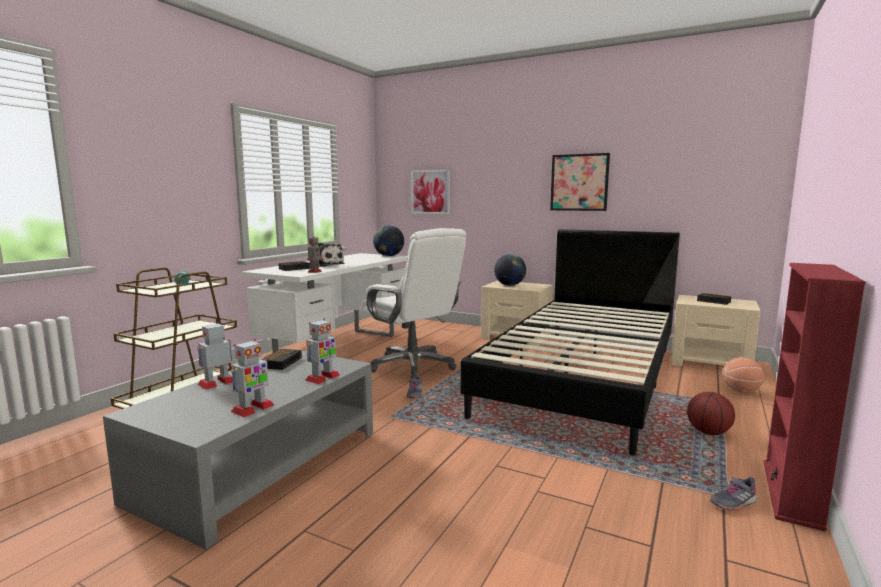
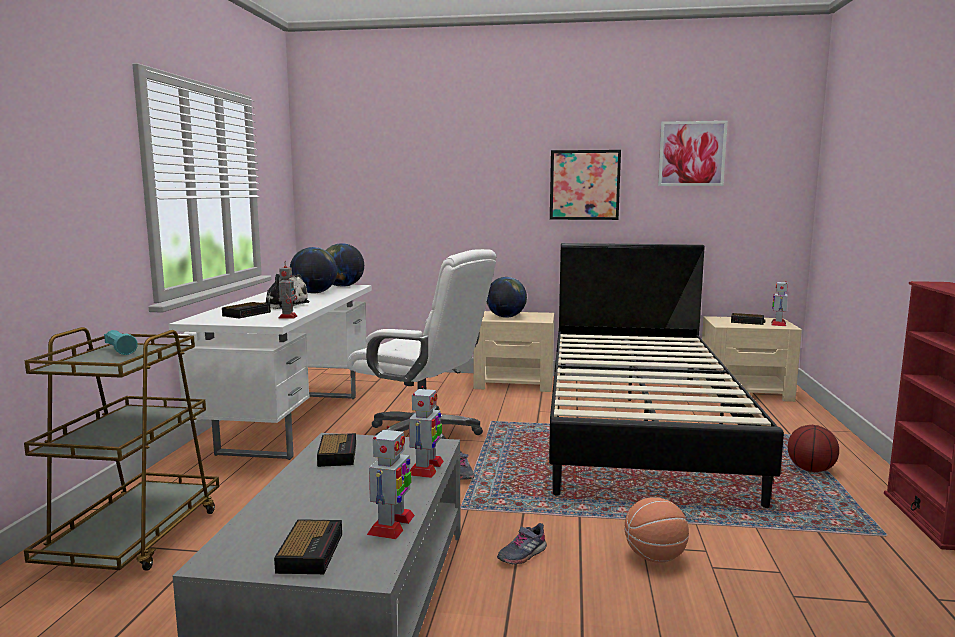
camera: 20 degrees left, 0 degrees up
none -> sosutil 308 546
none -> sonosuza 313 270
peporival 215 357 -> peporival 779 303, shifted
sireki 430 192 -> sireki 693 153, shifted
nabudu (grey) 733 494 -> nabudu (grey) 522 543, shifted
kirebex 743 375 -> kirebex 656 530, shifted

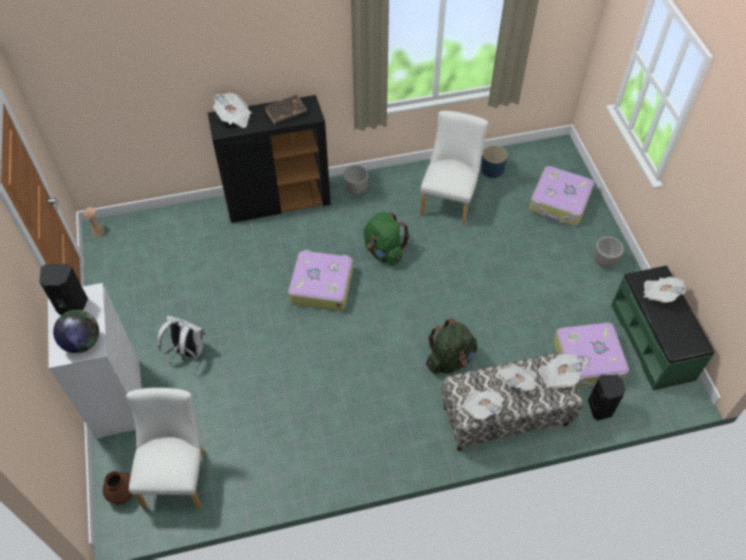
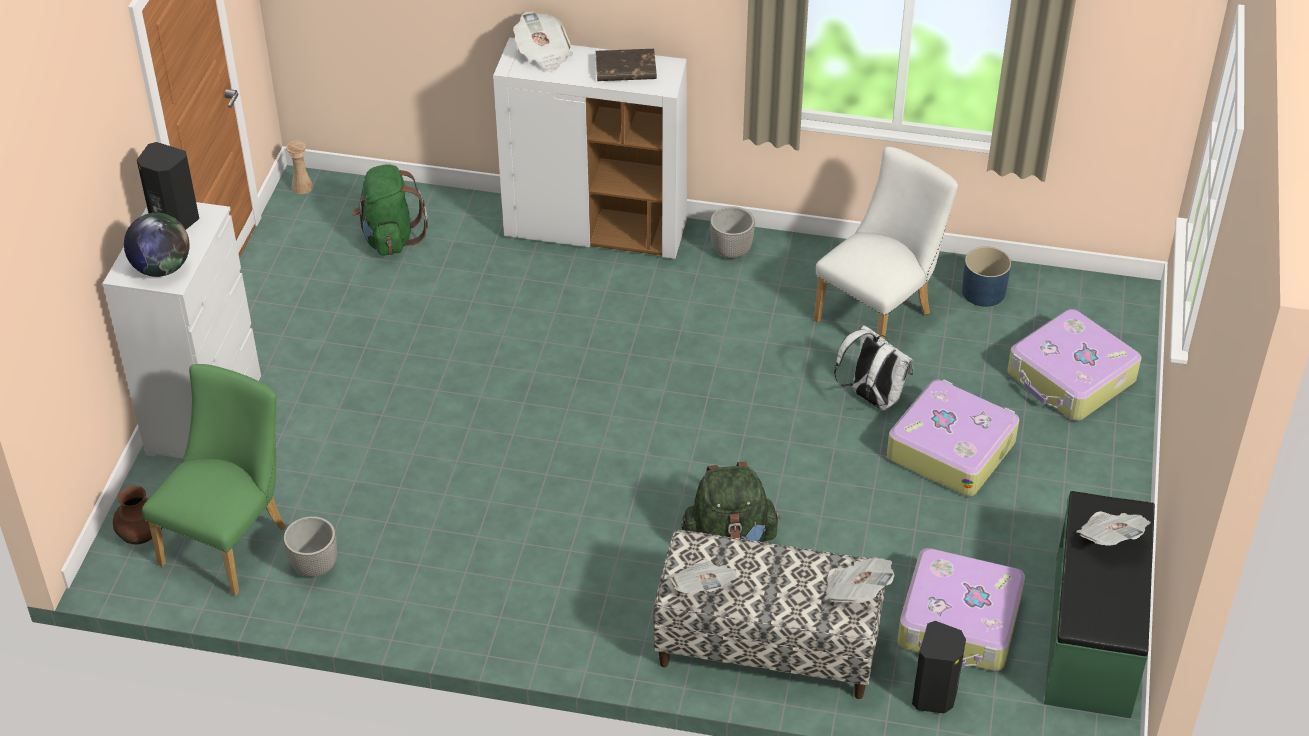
camera: 25 degrees right, 10 degrees down
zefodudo 518 377 -> none
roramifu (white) 181 338 -> roramifu (white) 873 367, shifted
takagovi 320 280 -> takagovi 953 437, shifted
roramifu (green) 387 238 -> roramifu (green) 390 210, shifted
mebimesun 609 252 -> mebimesun 310 546, shifted
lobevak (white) 166 449 -> lobevak (green) 214 480
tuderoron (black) 269 159 -> tuderoron (white) 590 148

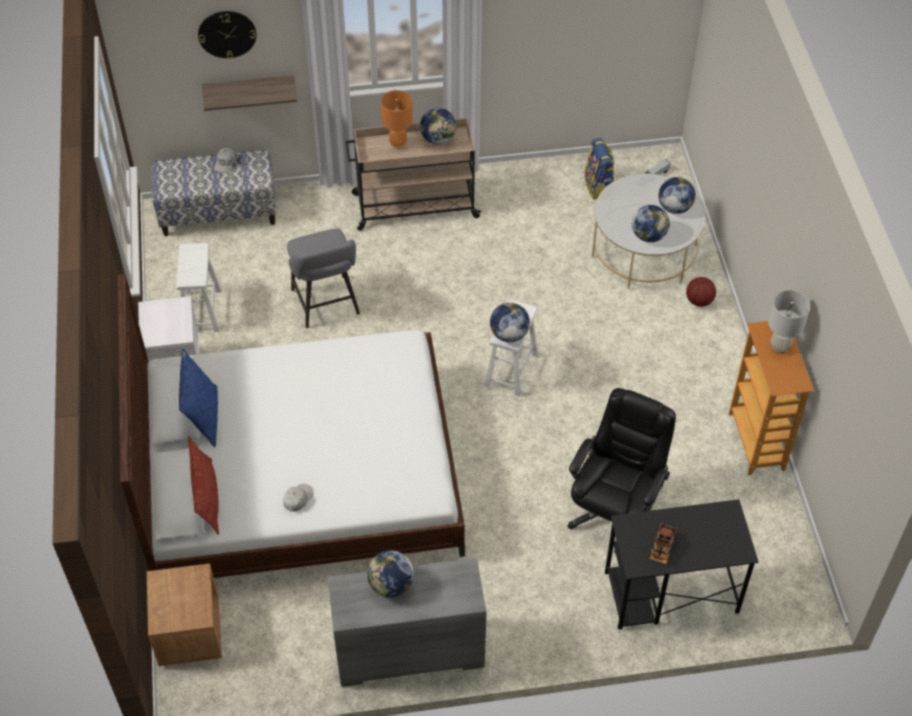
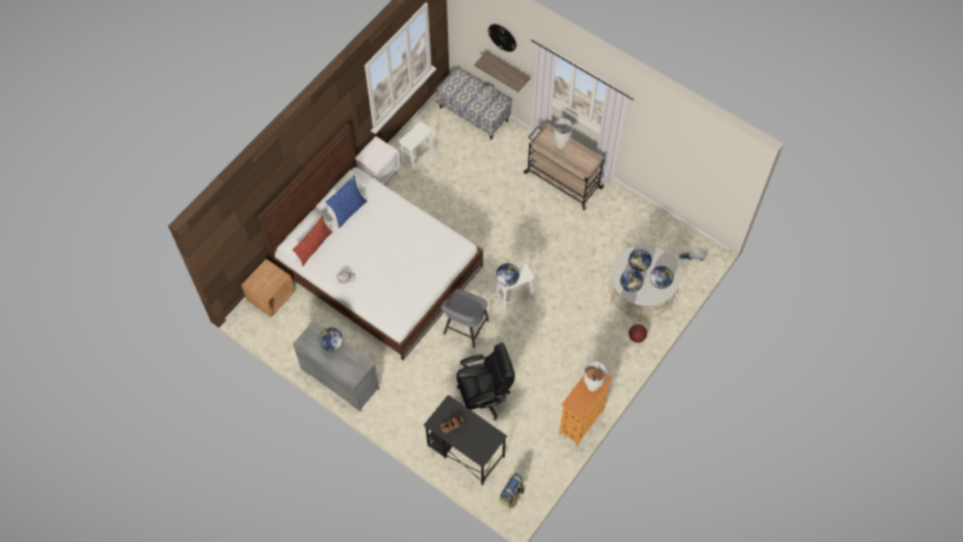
camera: 45 degrees right, 10 degrees up
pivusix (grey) 323 278 -> pivusix (grey) 465 318, shifted
sonosuza 438 126 -> sonosuza 640 260, shifted
roramifu 599 169 -> roramifu 512 490, shifted
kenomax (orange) 397 119 -> kenomax (white) 563 134

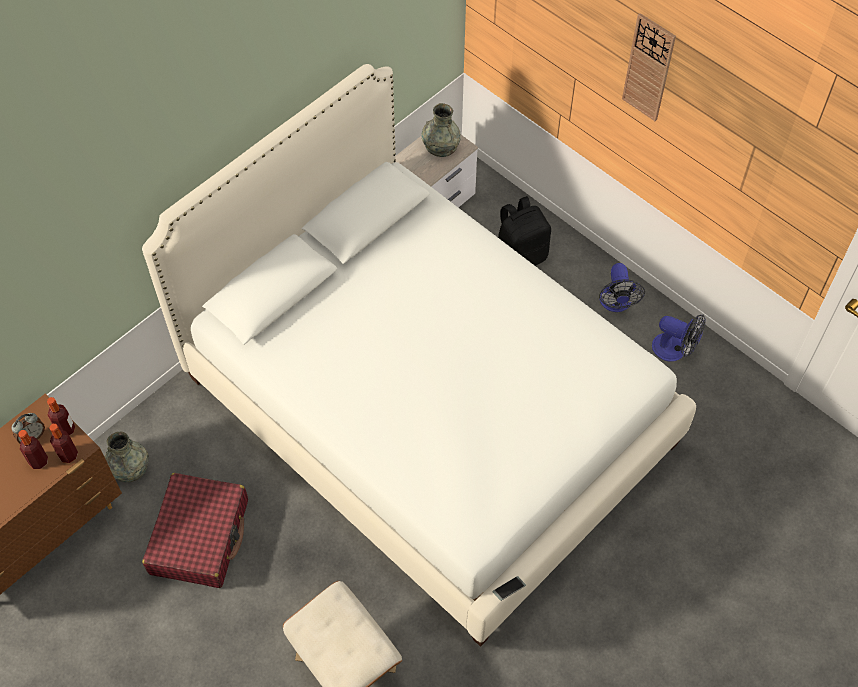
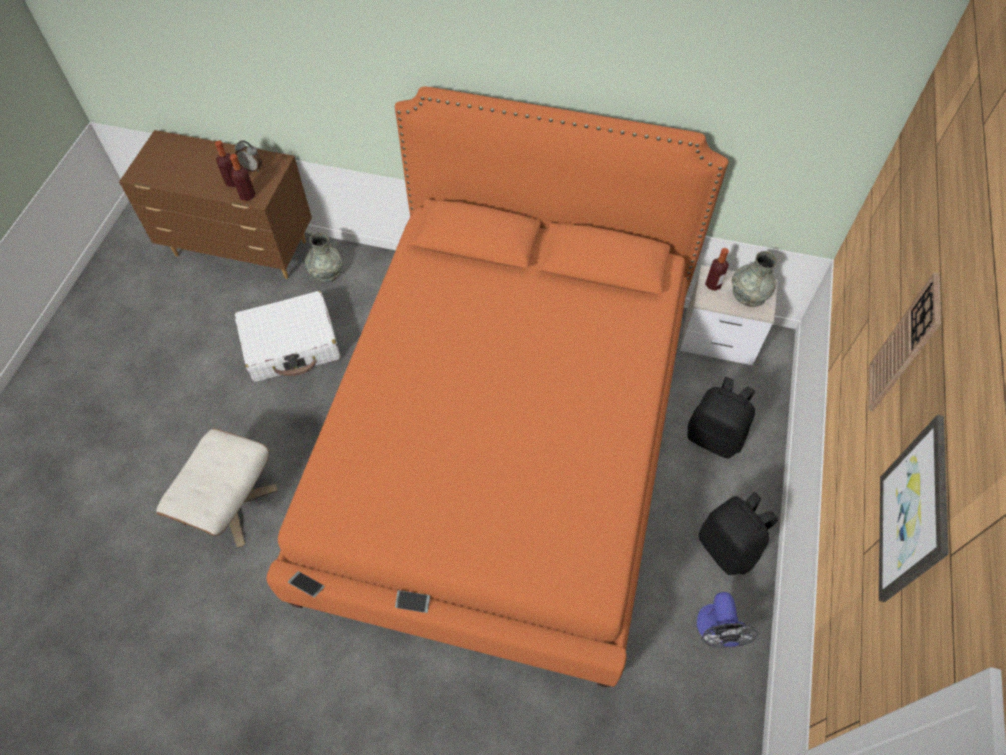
camera: 60 degrees right, 0 degrees up
none -> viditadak 412 601
none -> sireki 914 508
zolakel 61 416 -> zolakel 717 269, shifted
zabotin 622 287 -> roramifu (black) 738 533
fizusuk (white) 419 355 -> fizusuk (orange) 498 386
takagovi (red) 195 530 -> takagovi (white) 287 336

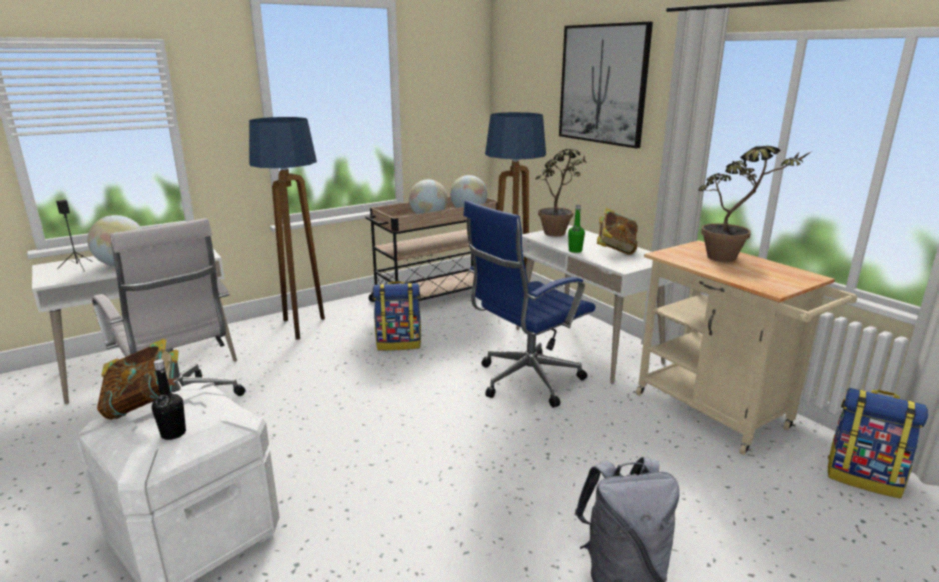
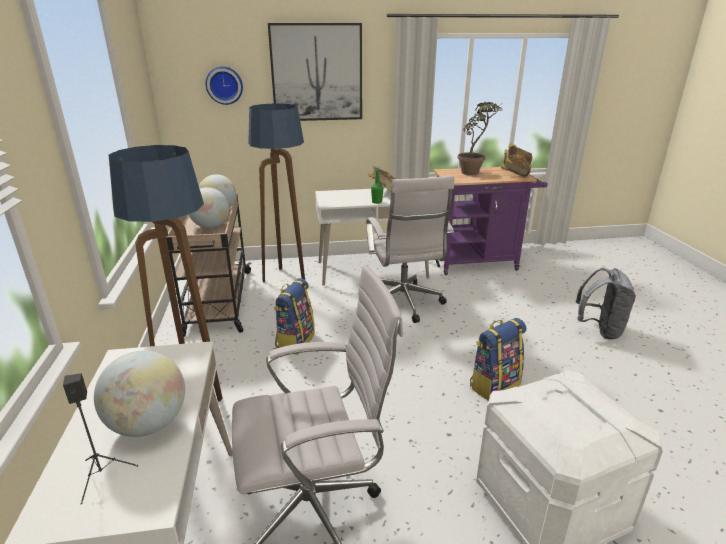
camera: 65 degrees left, 5 degrees up
zolakel (black) 169 399 -> none
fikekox 561 192 -> none
none -> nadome 224 85
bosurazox 138 378 -> bosurazox 516 160, shifted
roramifu 878 443 -> roramifu 498 359, shifted
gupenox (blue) 529 304 -> gupenox (white) 410 249
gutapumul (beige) 746 347 -> gutapumul (purple) 490 221

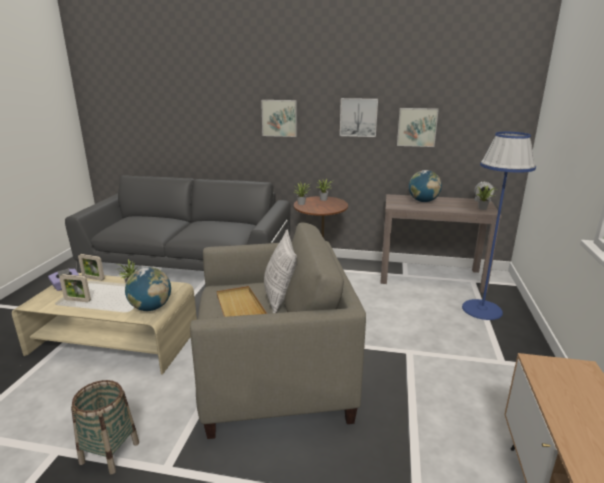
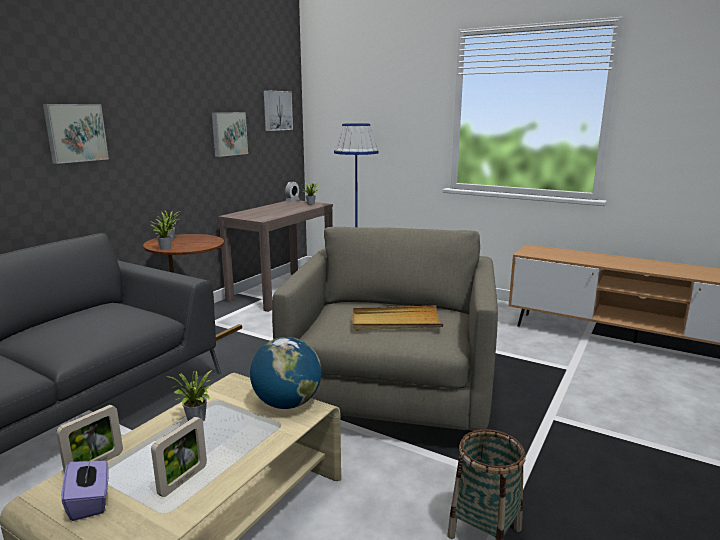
camera: 70 degrees left, 5 degrees down
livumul 280 271 -> none
sonosuza 425 186 -> none
sireki 359 117 -> sireki 278 110, shifted

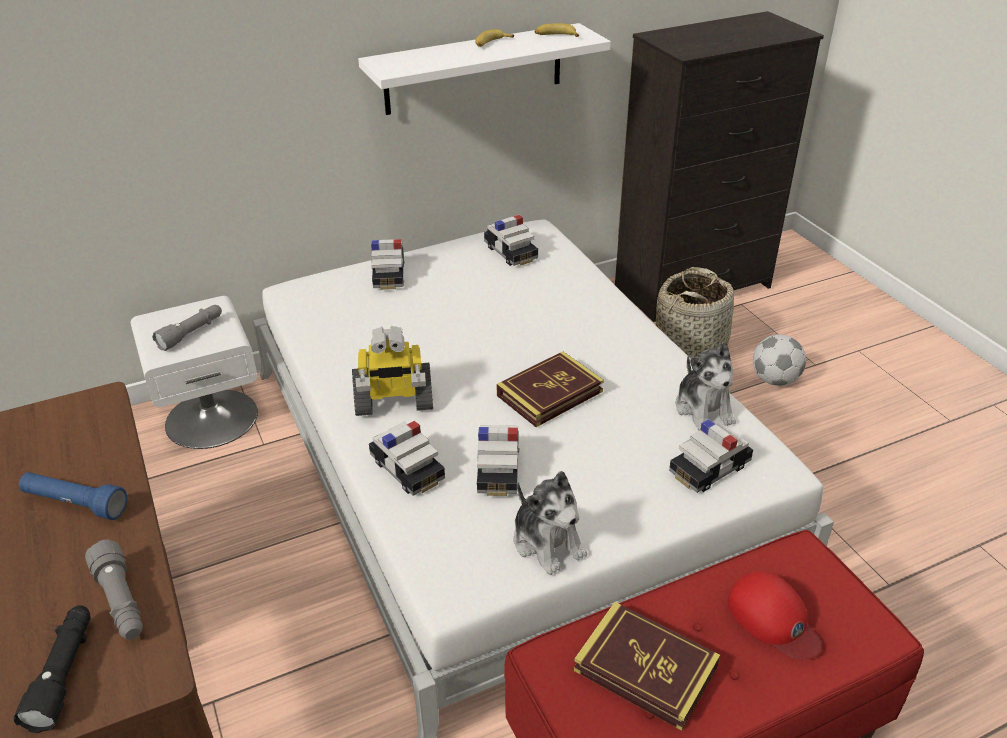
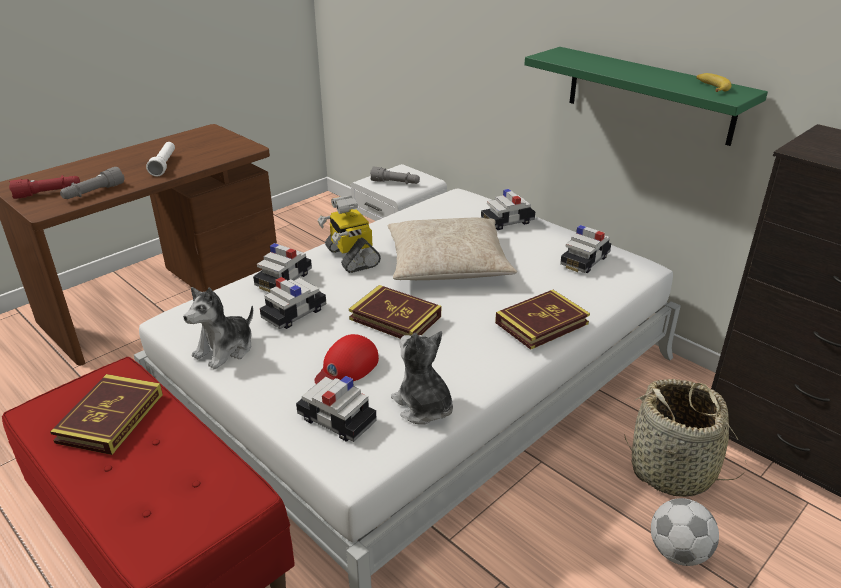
camera: 70 degrees right, 5 degrees down
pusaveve 494 38 -> none
none -> livumul (beige) 452 249
none -> bosurazox 542 320
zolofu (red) 775 615 -> zolofu (red) 346 359, shifted
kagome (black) 52 669 -> kagome (red) 44 187
kagome (blue) 73 496 -> kagome (white) 160 159
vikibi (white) 484 69 -> vikibi (green) 646 96
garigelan 498 460 -> garigelan 293 303, 150 degrees clockwise
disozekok 705 386 -> disozekok 422 377, 90 degrees clockwise

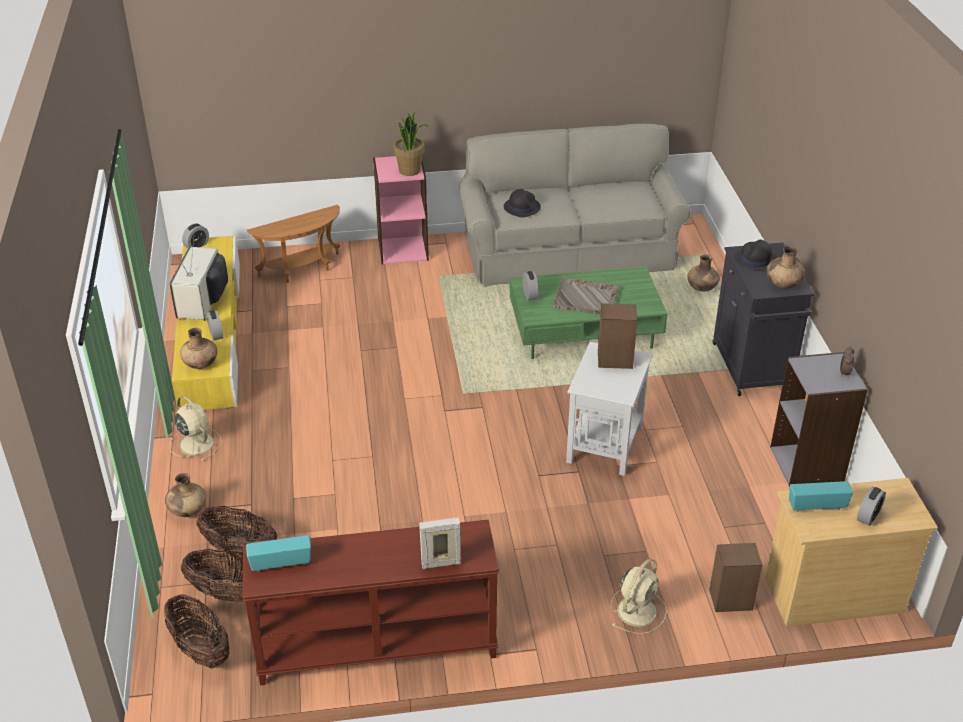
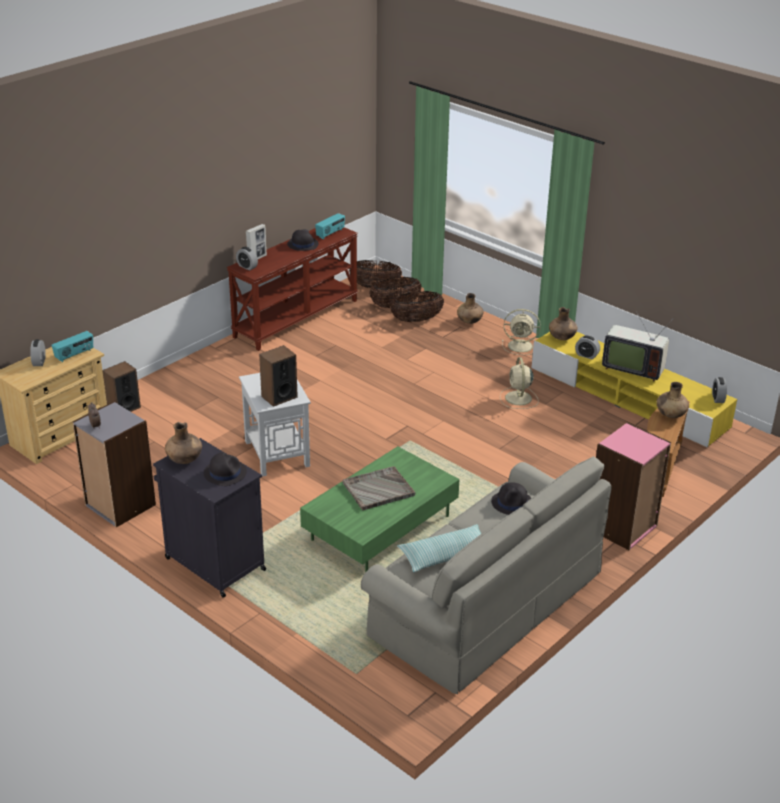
camera: 140 degrees right, 5 degrees down
fikekox 411 144 -> none
none -> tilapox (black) 303 240
none -> livumul 439 548
sosutil 530 286 -> sosutil 247 258, shifted
zabotin (beige) 639 596 -> zabotin (beige) 519 383, shifted
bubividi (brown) 703 273 -> bubividi (brown) 673 400, shifted
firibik 199 280 -> firibik 637 347, 150 degrees clockwise

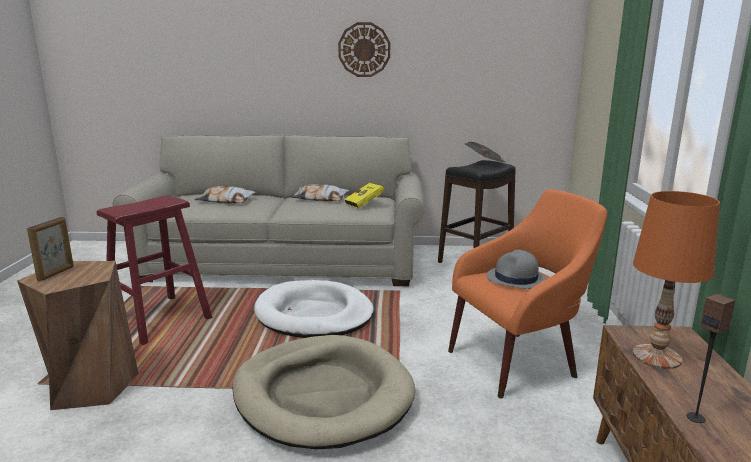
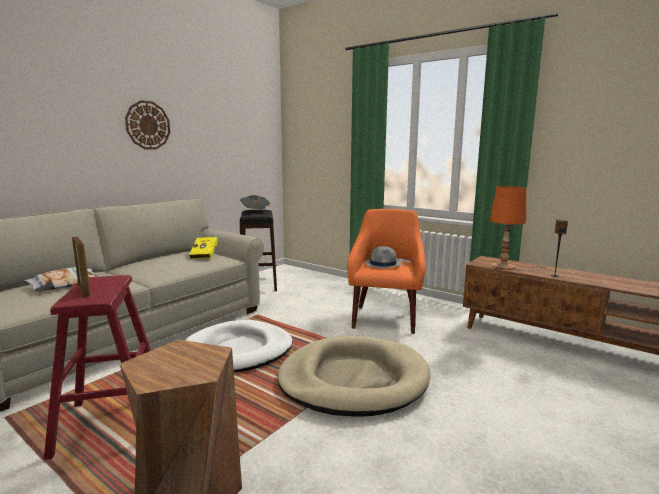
camera: 55 degrees left, 5 degrees down
livumul 320 192 -> none
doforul 50 249 -> doforul 81 266, shifted

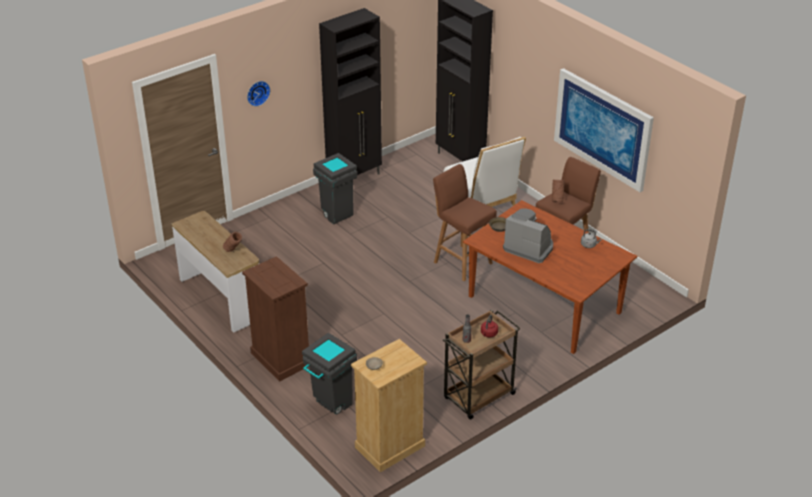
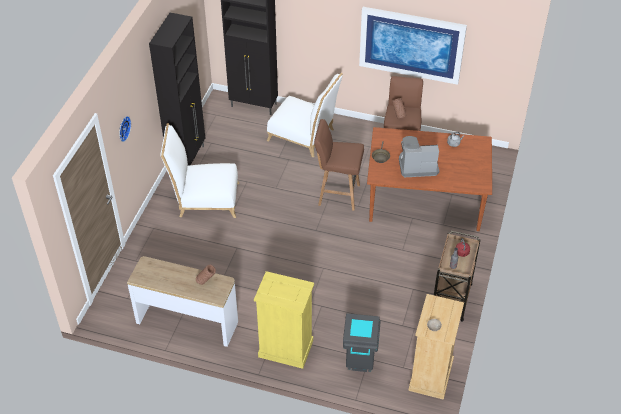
camera: 35 degrees left, 10 degrees up
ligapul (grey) 335 188 -> lobevak (white) 200 170
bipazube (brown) 275 319 -> bipazube (yellow) 284 320

